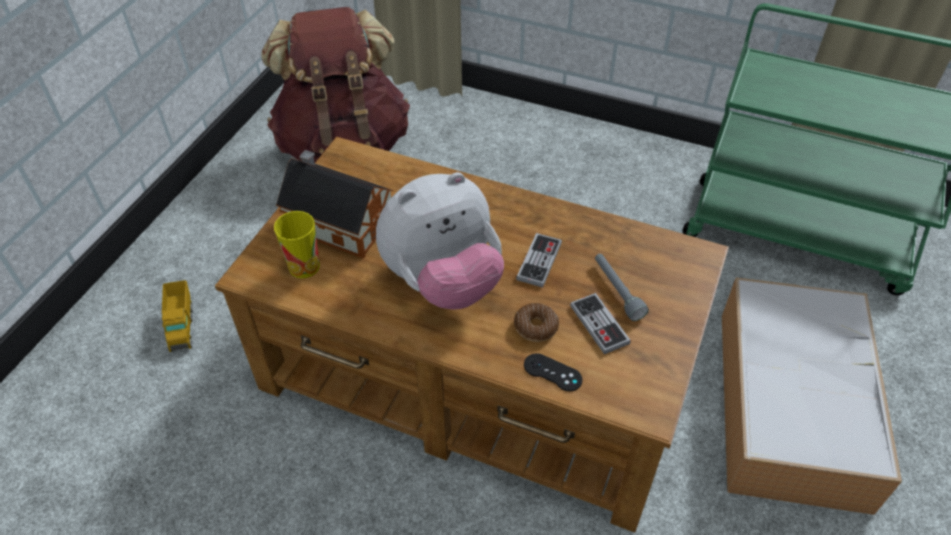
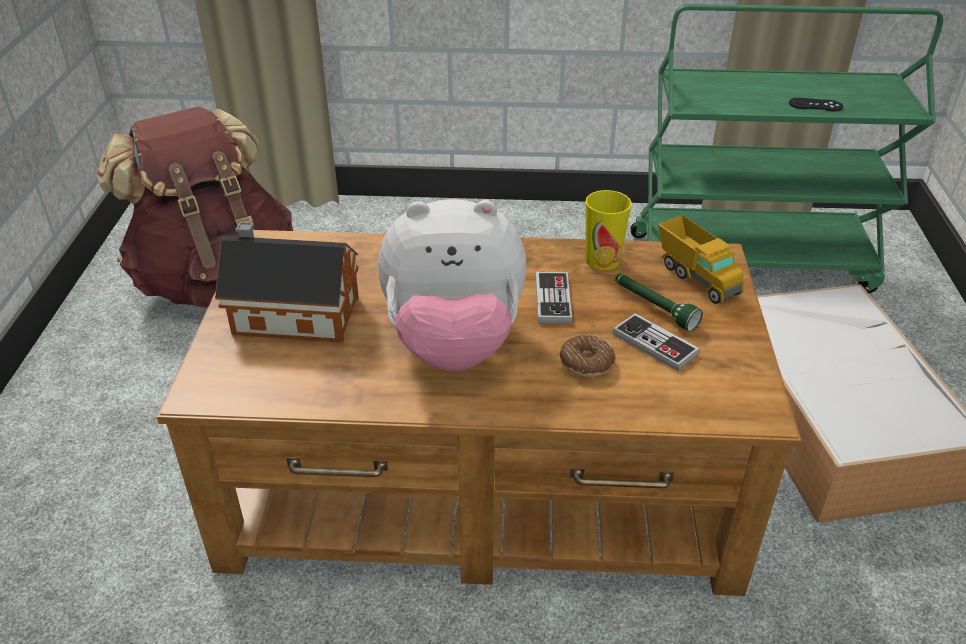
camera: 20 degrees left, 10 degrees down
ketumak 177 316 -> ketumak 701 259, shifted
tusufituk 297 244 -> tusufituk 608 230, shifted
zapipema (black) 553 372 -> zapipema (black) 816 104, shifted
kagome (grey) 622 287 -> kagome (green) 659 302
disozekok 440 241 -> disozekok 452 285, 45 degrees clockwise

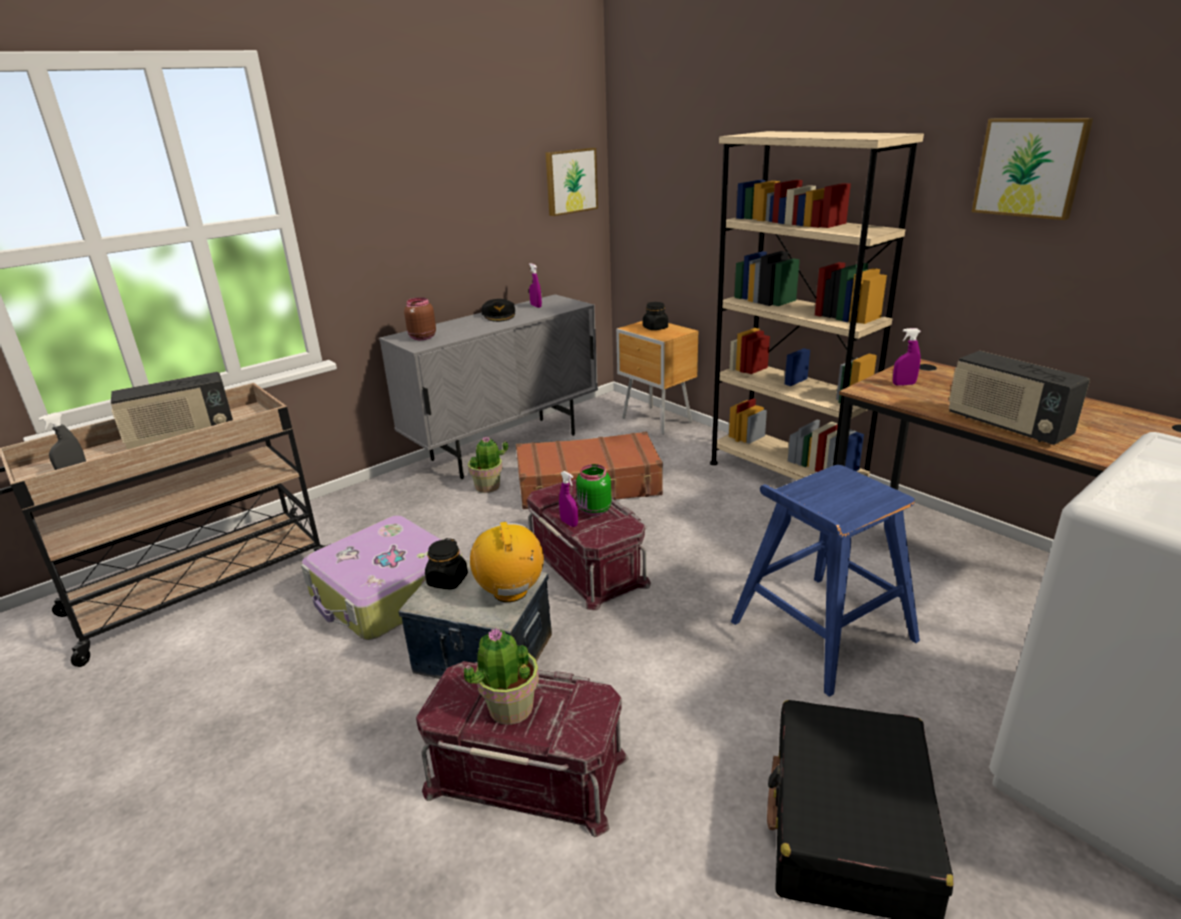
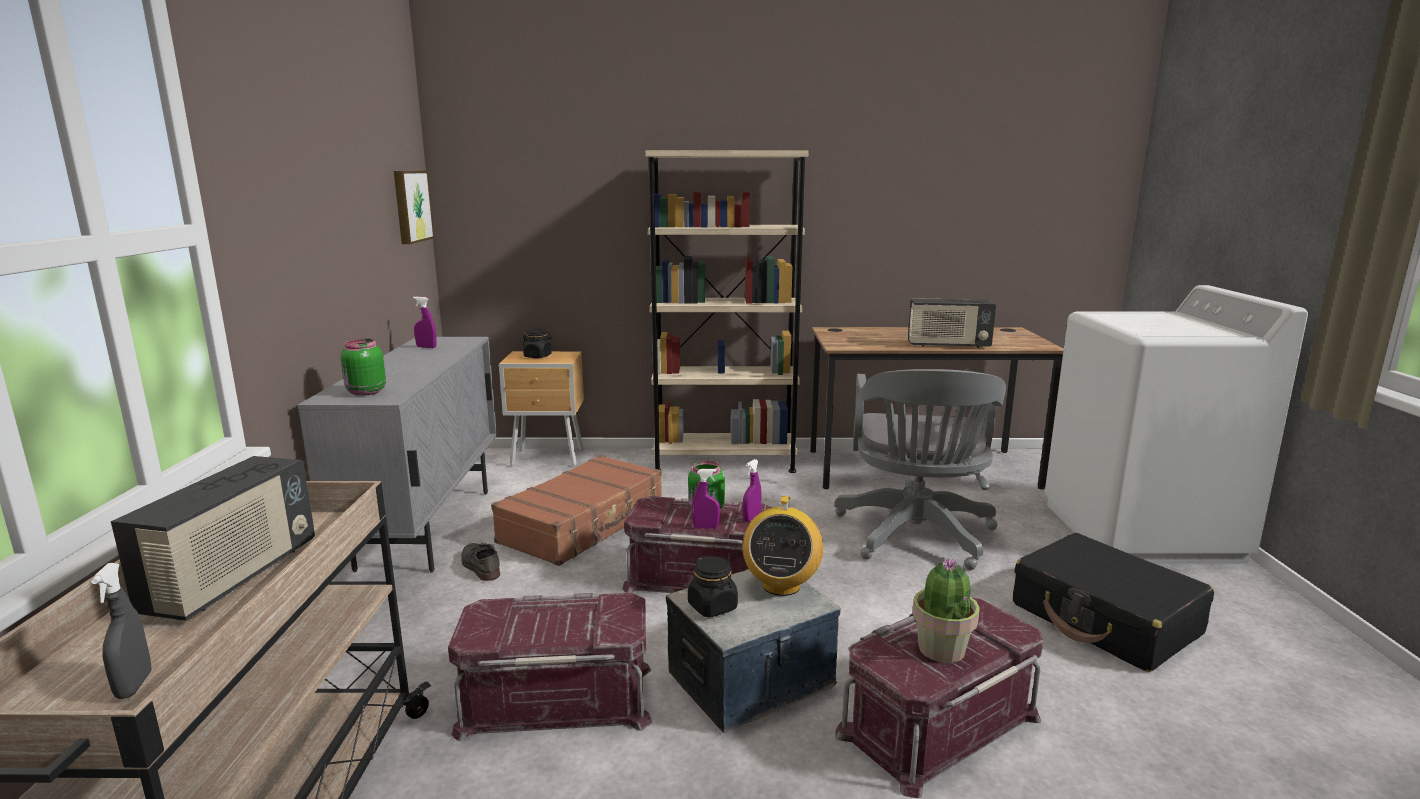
camera: 50 degrees left, 10 degrees down
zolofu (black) 498 310 -> none
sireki 1032 169 -> none
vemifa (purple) 907 357 -> vemifa (purple) 752 490, shifted
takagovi 381 578 -> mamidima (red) 550 667
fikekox 488 465 -> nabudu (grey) 480 562
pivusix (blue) 825 581 -> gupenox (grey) 920 469
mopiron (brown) 420 318 -> mopiron (green) 363 367
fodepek 507 562 -> fodepek 782 546, 105 degrees counterclockwise

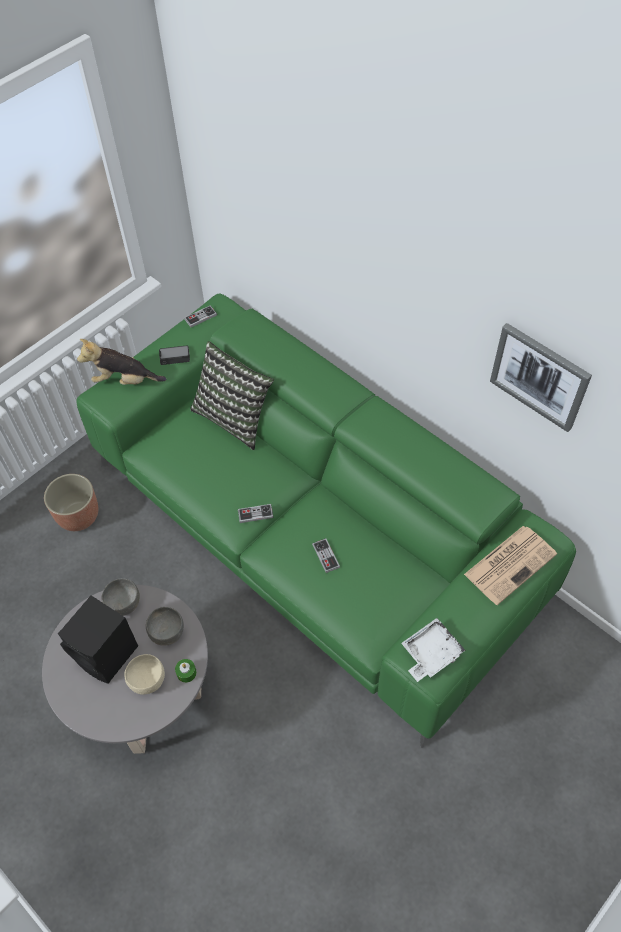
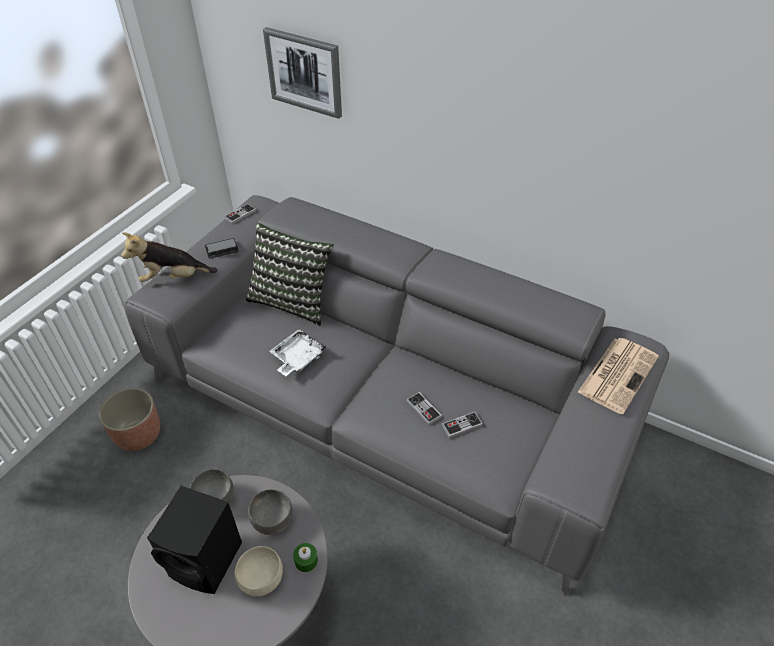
camera: 15 degrees left, 10 degrees down
zapipema 255 513 -> zapipema 462 425, shifted
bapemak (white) 433 650 -> bapemak (white) 297 352, shifted
sireki 541 377 -> sireki 302 73, shifted
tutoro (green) 326 520 -> tutoro (grey) 396 396

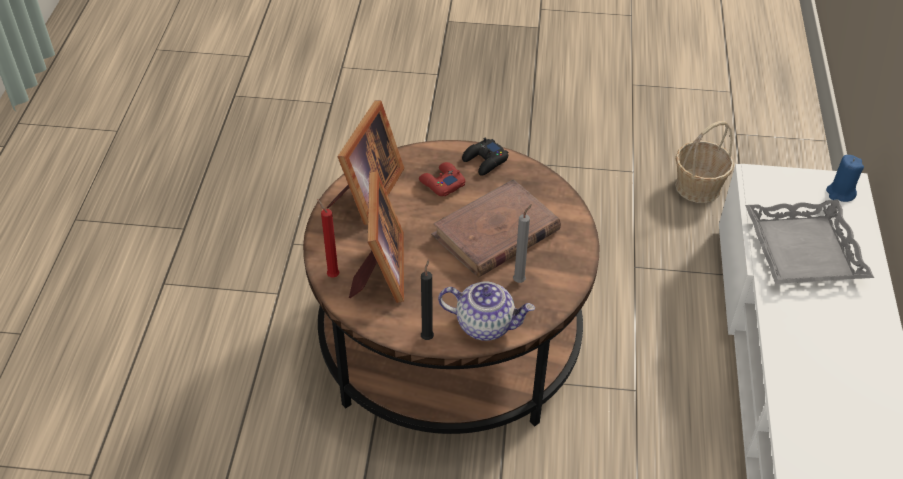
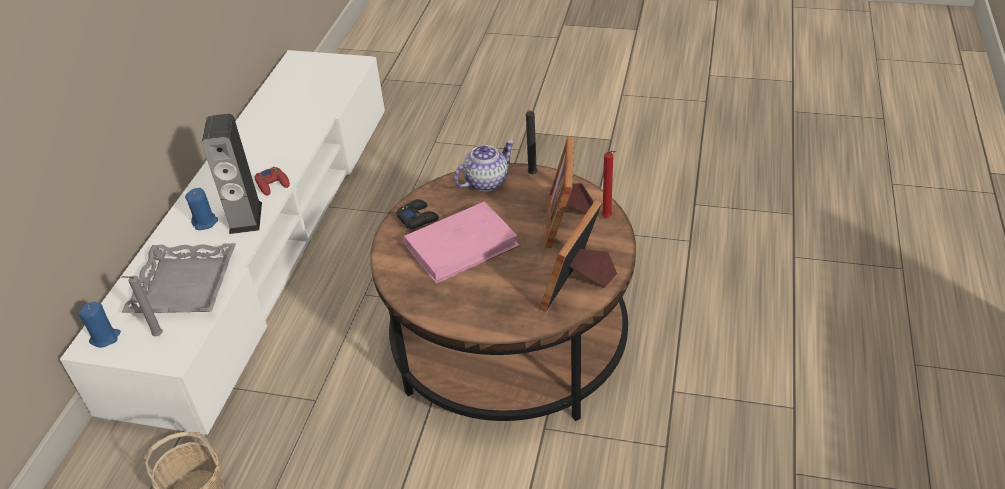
camera: 170 degrees left, 5 degrees down
none -> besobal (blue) 201 209
none -> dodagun 232 174
zapipema (red) 442 179 -> zapipema (red) 272 181, shifted
zapipema (black) 485 156 -> zapipema (black) 417 214, shifted
besobal (grey) 522 243 -> besobal (grey) 142 306, shifted
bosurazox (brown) 496 228 -> bosurazox (pink) 462 242
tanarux 486 311 -> tanarux 484 165, 120 degrees clockwise

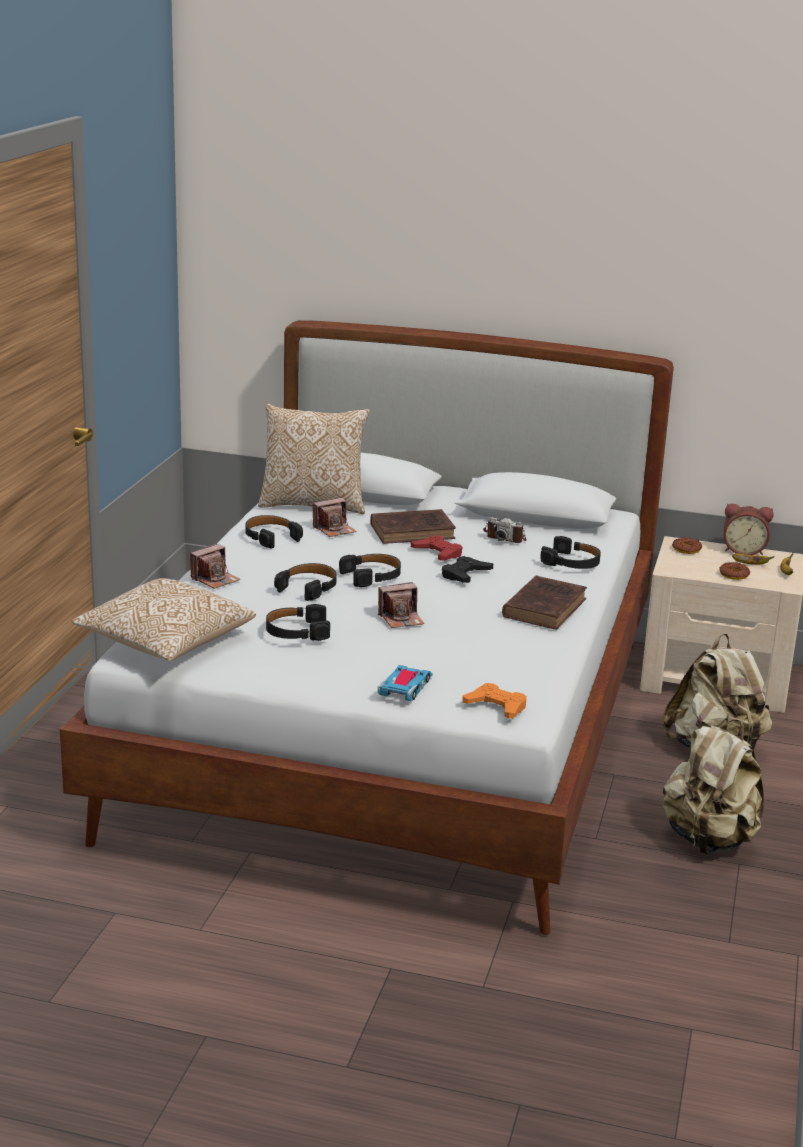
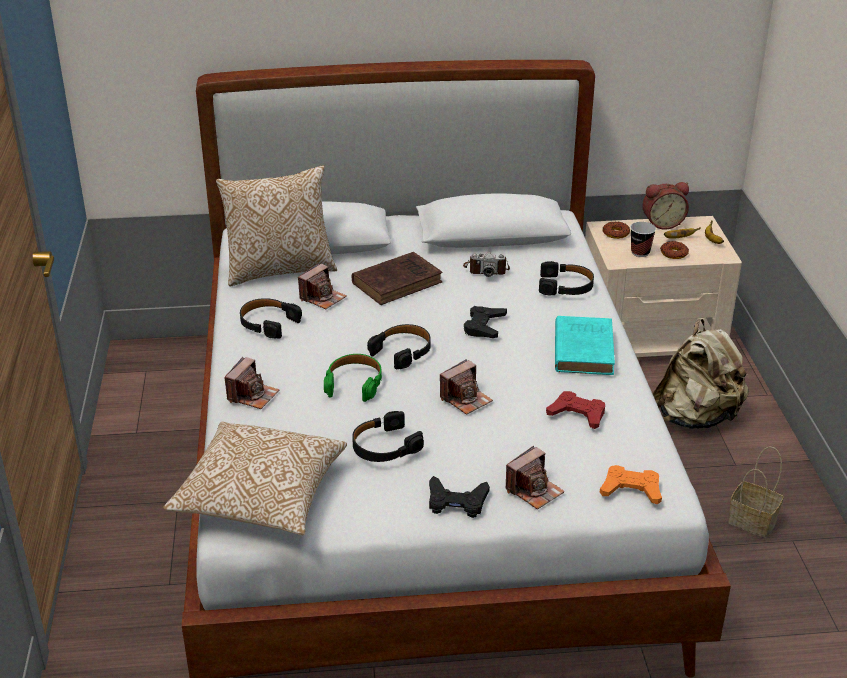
camera: 20 degrees left, 10 degrees up
none -> zapipema (black) 459 497
none -> tusufituk 643 239
zapipema (red) 437 548 -> zapipema (red) 575 410, shifted
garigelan 405 683 -> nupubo 535 478
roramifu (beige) 713 787 -> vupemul 756 492
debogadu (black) 305 582 -> debogadu (green) 353 378
bosurazox (brown) 544 603 -> bosurazox (turquoise) 585 345

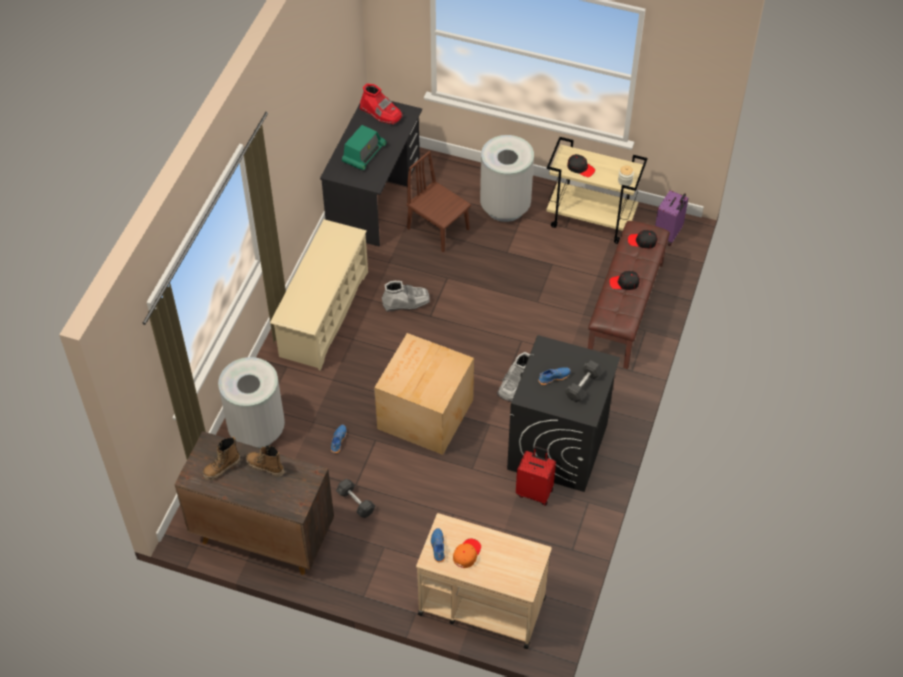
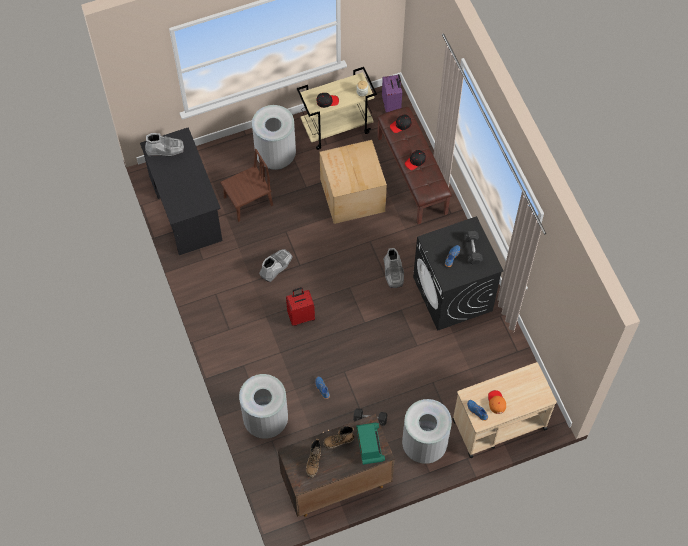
camera: 40 degrees left, 10 degrees up
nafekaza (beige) 319 295 -> none
none -> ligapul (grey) 427 431
fodepek 364 147 -> fodepek 370 444, shifted
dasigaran 424 394 -> dasigaran 353 182, shifted
takagovi (red) 536 476 -> takagovi (red) 300 306, shifted
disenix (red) 381 104 -> disenix (grey) 164 144
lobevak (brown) 438 201 -> lobevak (brown) 246 185, 150 degrees clockwise

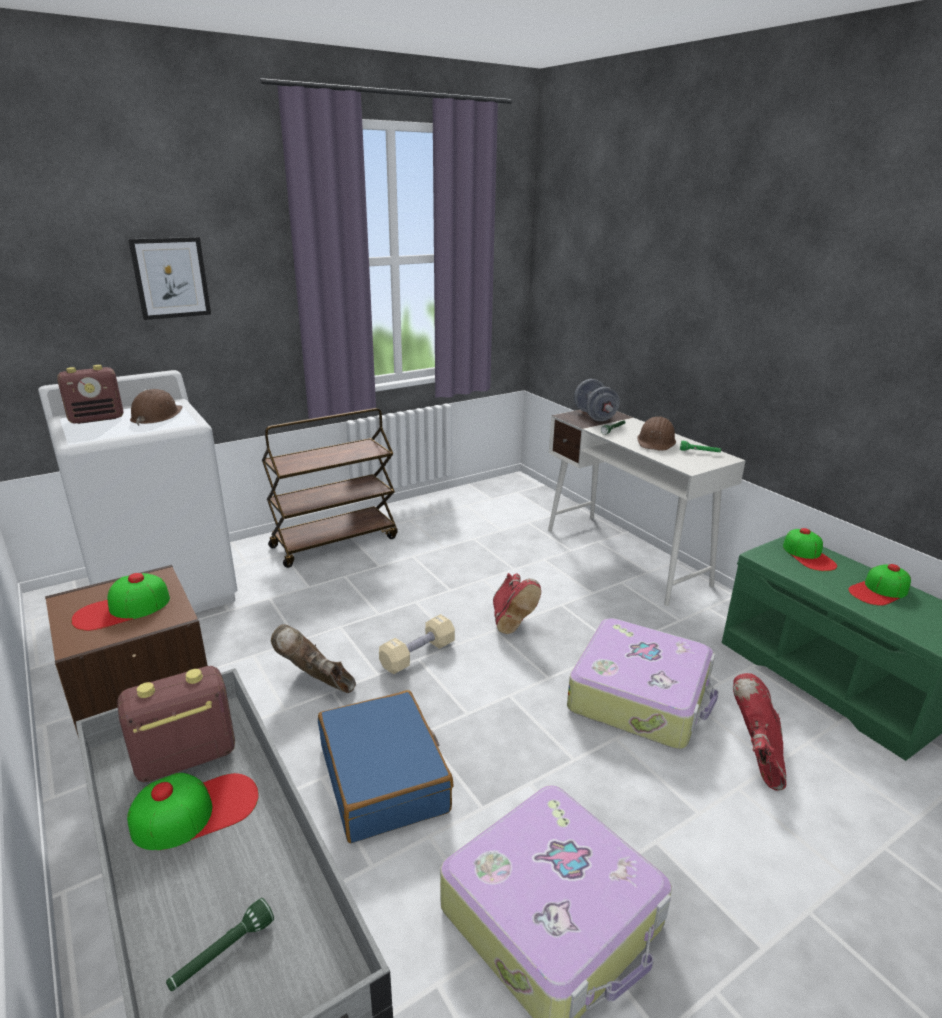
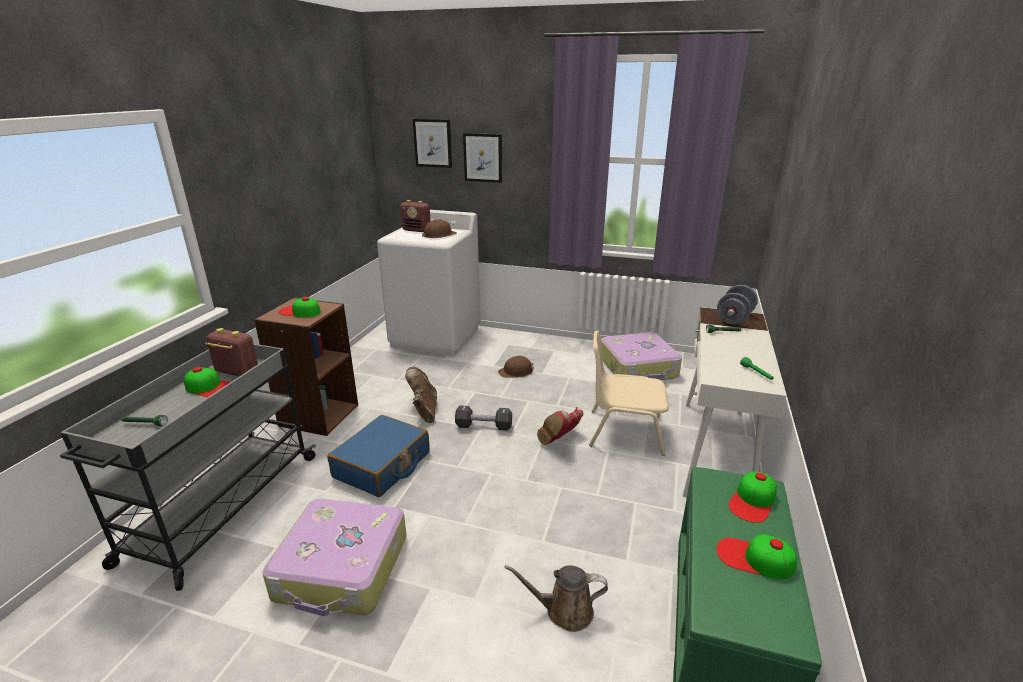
camera: 50 degrees right, 0 degrees up
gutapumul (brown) 330 488 -> none
none -> sireki 432 143
none -> lobevak (beige) 629 393
takagovi 643 683 -> takagovi 641 356, shifted
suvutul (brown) 656 433 -> suvutul (brown) 516 367, shifted
disenix (red) 759 731 -> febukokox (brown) 556 598
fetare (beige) 417 644 -> fetare (black) 483 418

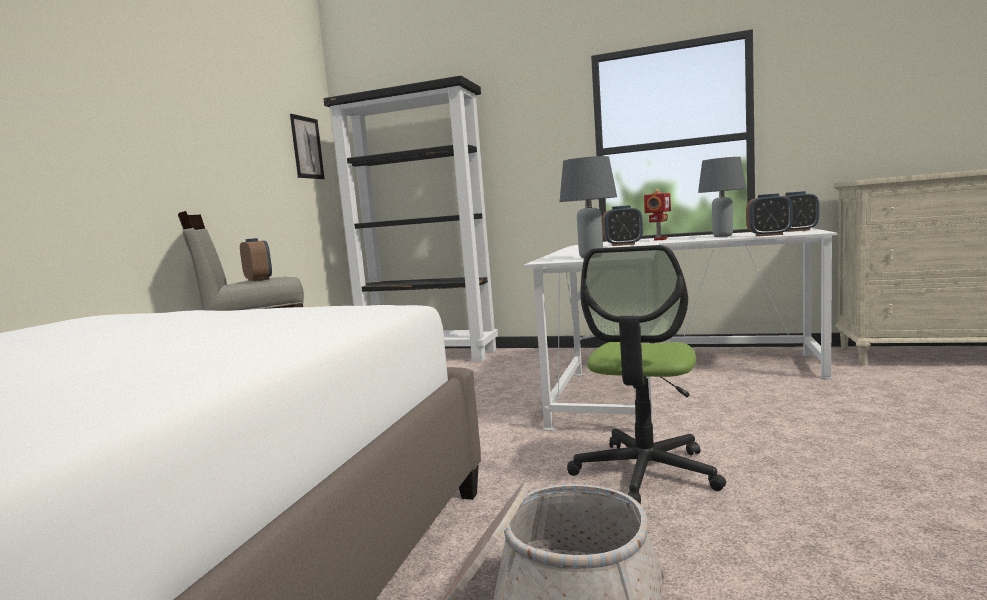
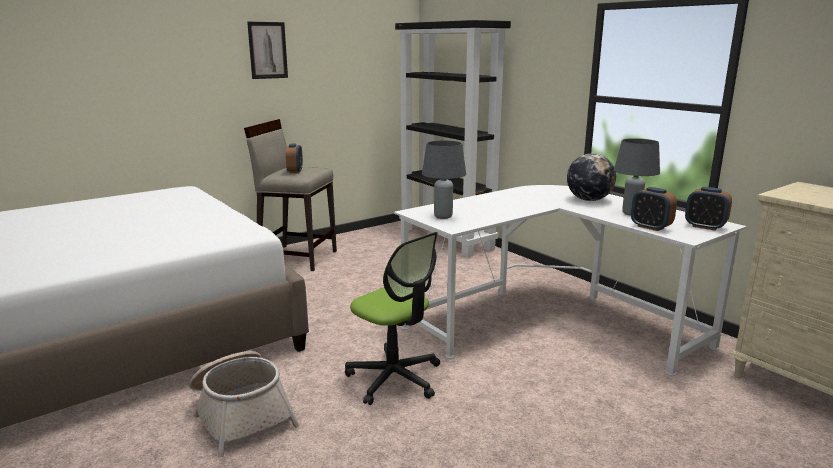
camera: 35 degrees right, 10 degrees up
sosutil 622 225 -> none
sireki 307 146 -> sireki 267 50, shifted
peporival 657 215 -> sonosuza 591 177
gupenox 646 375 -> gupenox 392 318, 105 degrees counterclockwise

